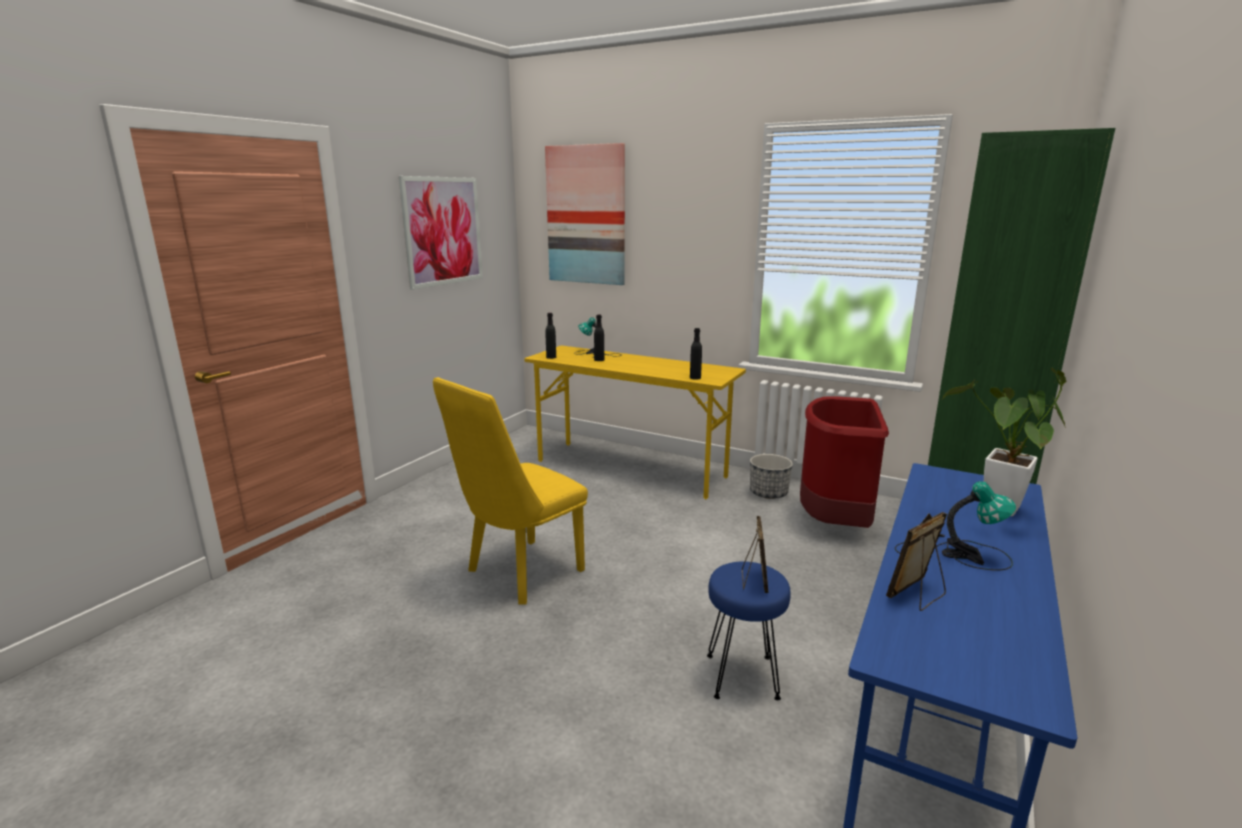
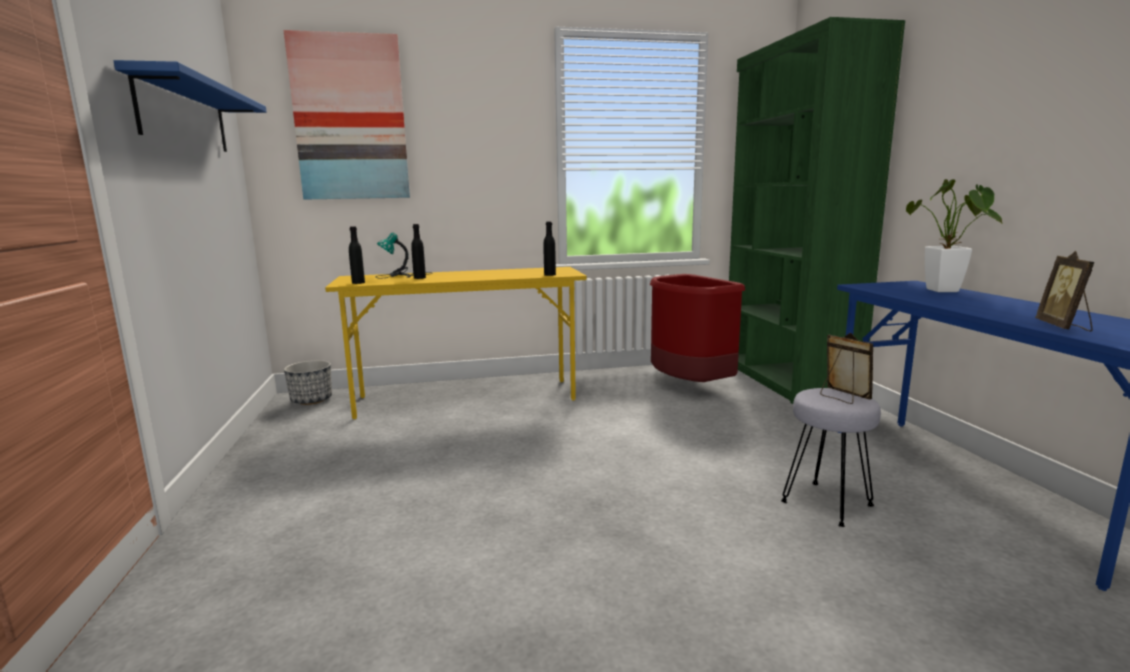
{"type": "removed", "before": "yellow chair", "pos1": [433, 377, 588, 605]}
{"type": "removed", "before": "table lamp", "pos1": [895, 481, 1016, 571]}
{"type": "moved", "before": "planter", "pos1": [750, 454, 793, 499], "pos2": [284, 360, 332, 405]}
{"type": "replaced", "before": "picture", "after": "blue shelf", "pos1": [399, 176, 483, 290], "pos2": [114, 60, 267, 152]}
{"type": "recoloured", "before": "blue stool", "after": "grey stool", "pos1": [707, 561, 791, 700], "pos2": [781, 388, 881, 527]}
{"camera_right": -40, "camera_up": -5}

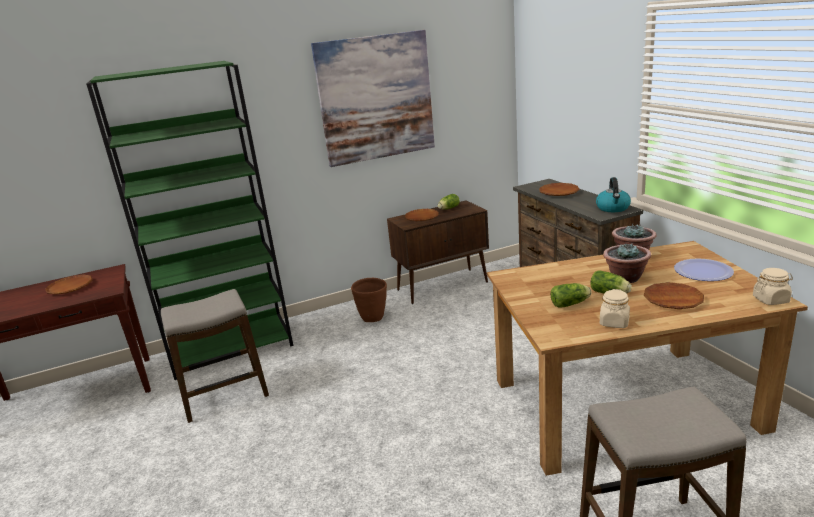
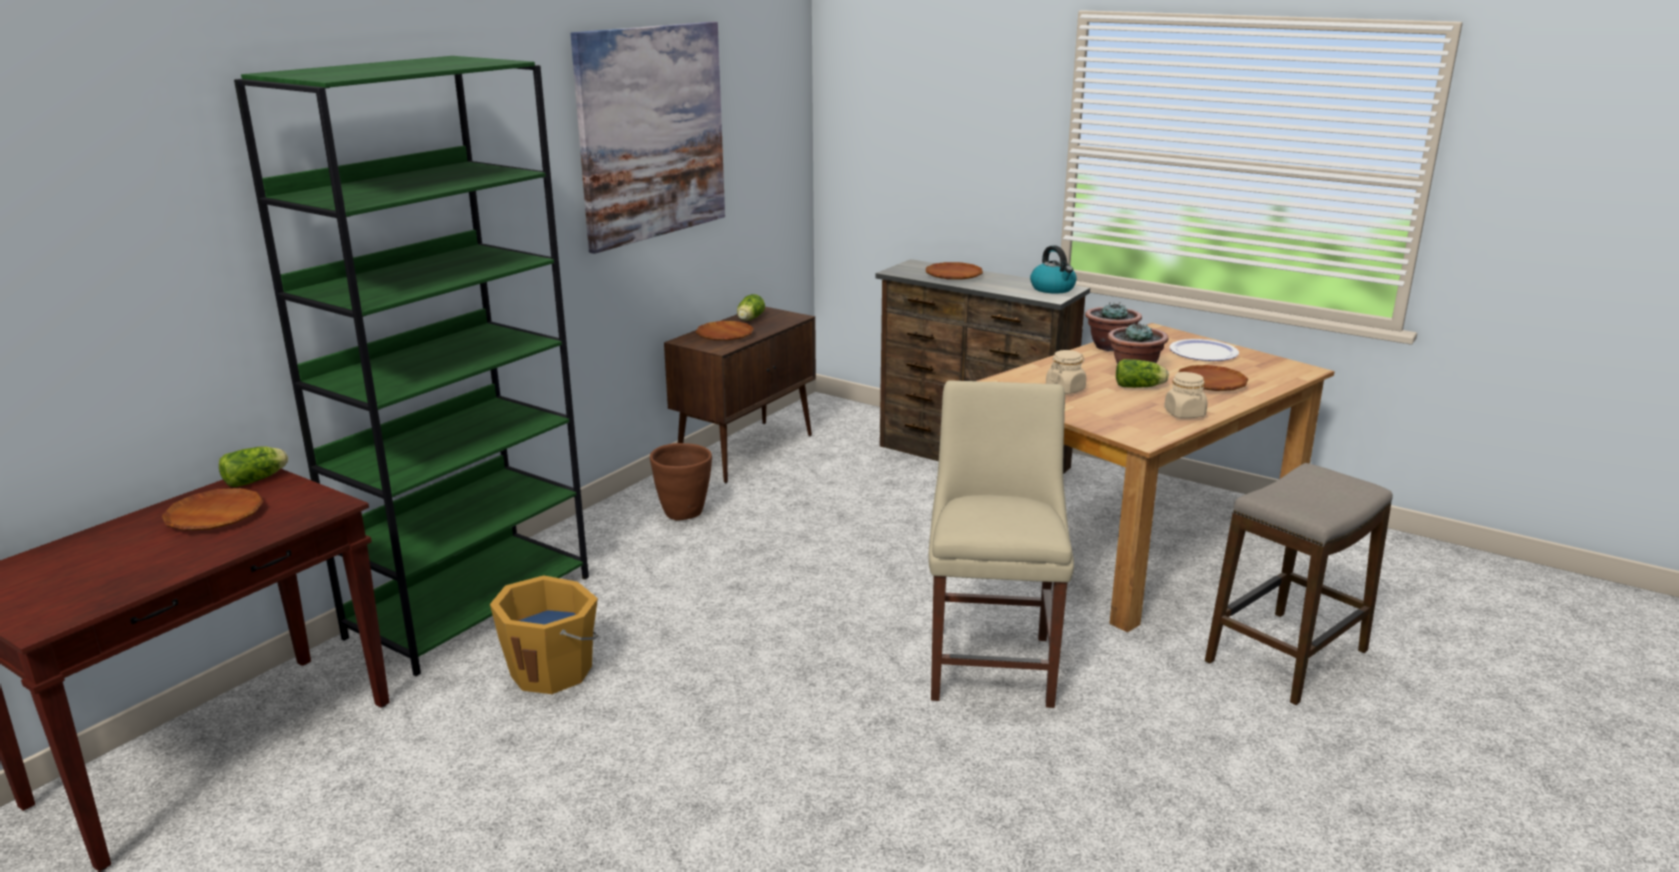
{"type": "added", "after": "beige chair", "pos2": [928, 380, 1074, 708]}
{"type": "moved", "before": "lettuce", "pos1": [551, 283, 592, 308], "pos2": [219, 446, 288, 487]}
{"type": "moved", "before": "beige jar", "pos1": [753, 268, 793, 305], "pos2": [1046, 350, 1086, 394]}
{"type": "replaced", "before": "stool", "after": "orange bucket", "pos1": [161, 289, 269, 423], "pos2": [490, 575, 599, 694]}
{"camera_right": -35, "camera_up": 0}

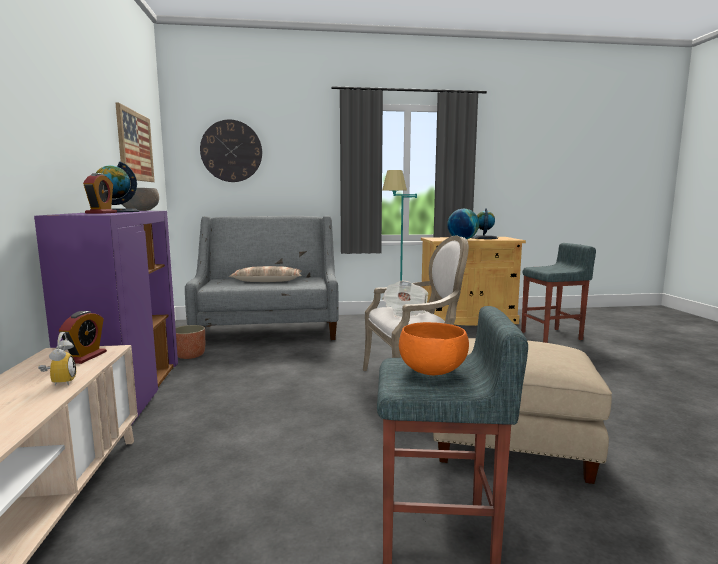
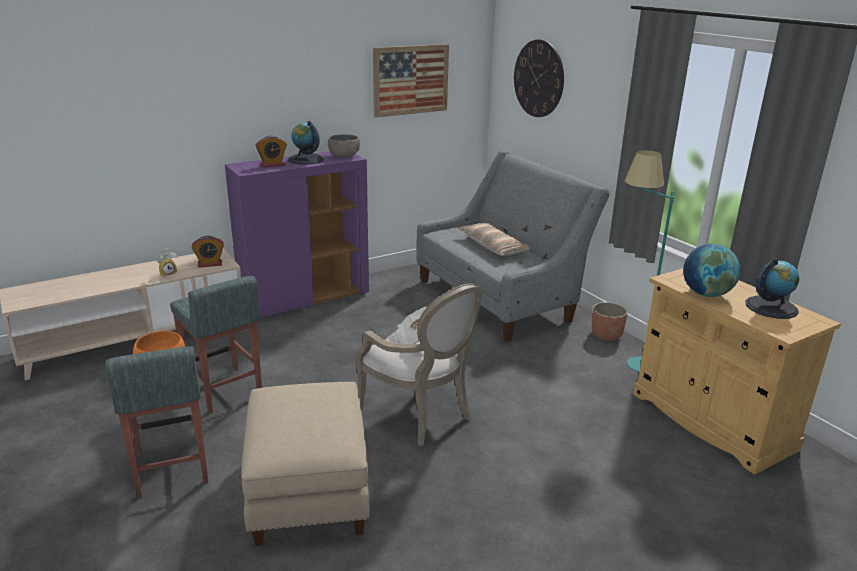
{"type": "moved", "before": "planter", "pos1": [176, 325, 205, 359], "pos2": [592, 302, 628, 341]}
{"type": "moved", "before": "grey stool", "pos1": [521, 243, 596, 343], "pos2": [170, 276, 262, 414]}
{"camera_right": 65, "camera_up": 15}

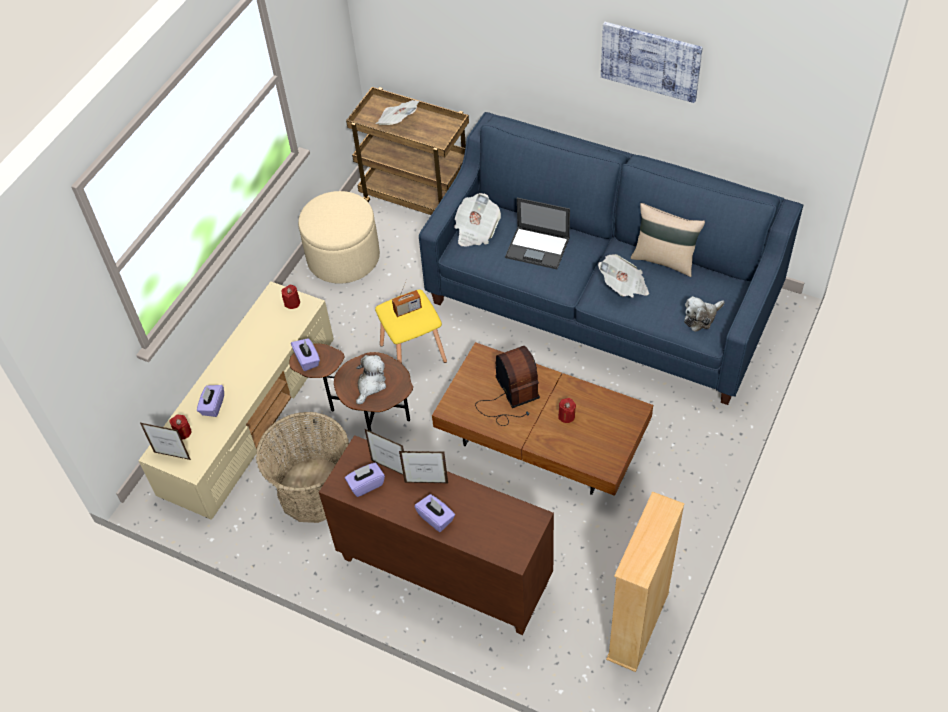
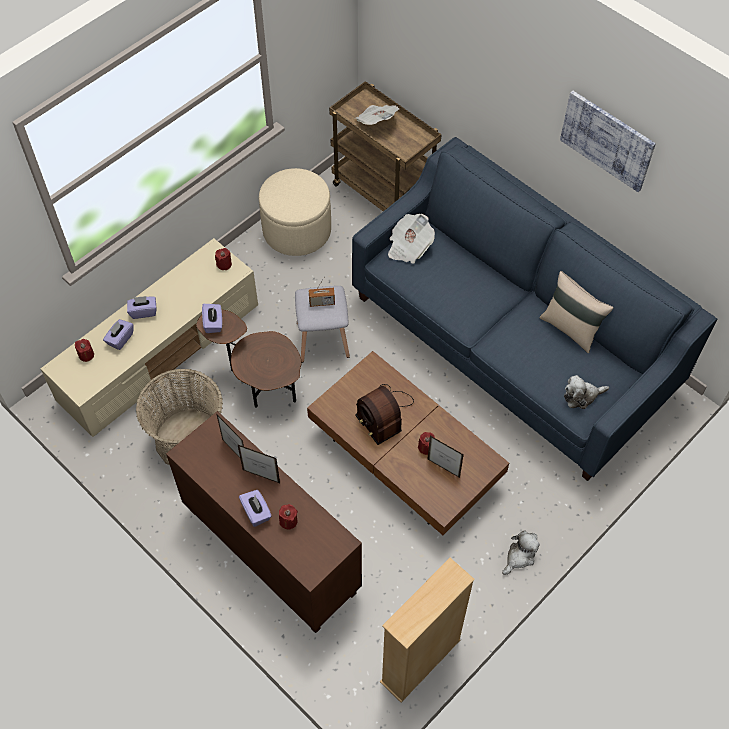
{"type": "removed", "before": "laptop", "pos1": [505, 198, 570, 269]}
{"type": "removed", "before": "newspaper", "pos1": [598, 254, 649, 298]}
{"type": "added", "after": "red candle", "pos2": [279, 504, 298, 529]}
{"type": "moved", "before": "picture frame", "pos1": [140, 423, 191, 460], "pos2": [428, 436, 464, 478]}
{"type": "moved", "before": "purple tissue box", "pos1": [345, 463, 385, 497], "pos2": [127, 296, 157, 319]}
{"type": "moved", "before": "plush toy", "pos1": [356, 355, 386, 405], "pos2": [502, 530, 540, 575]}
{"type": "recoloured", "before": "yellow stool", "after": "grey stool", "pos1": [375, 290, 447, 364], "pos2": [295, 286, 350, 363]}
{"type": "turned", "before": "radio", "pos1": [475, 346, 540, 426], "pos2": [355, 384, 414, 445], "turn": 150}
{"camera_right": 15, "camera_up": 5}

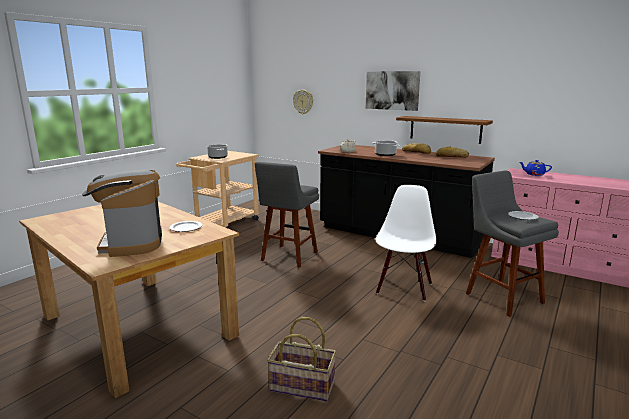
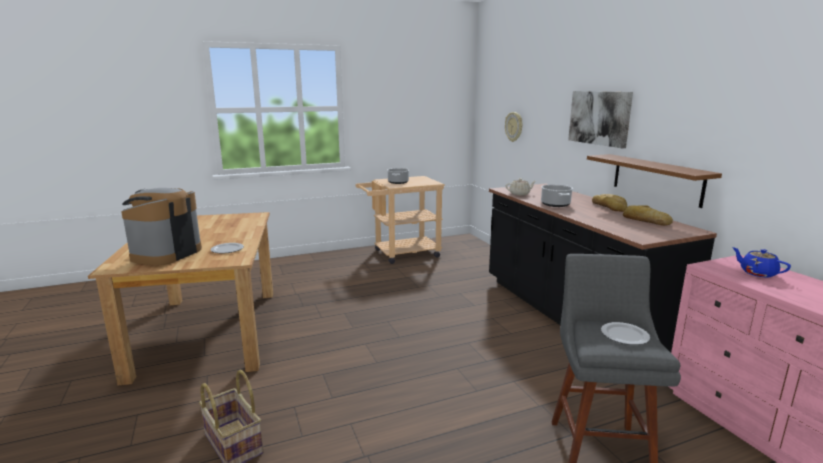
{"type": "removed", "before": "grey stool", "pos1": [255, 162, 319, 268]}
{"type": "removed", "before": "white chair", "pos1": [375, 185, 436, 301]}
{"camera_right": 35, "camera_up": 0}

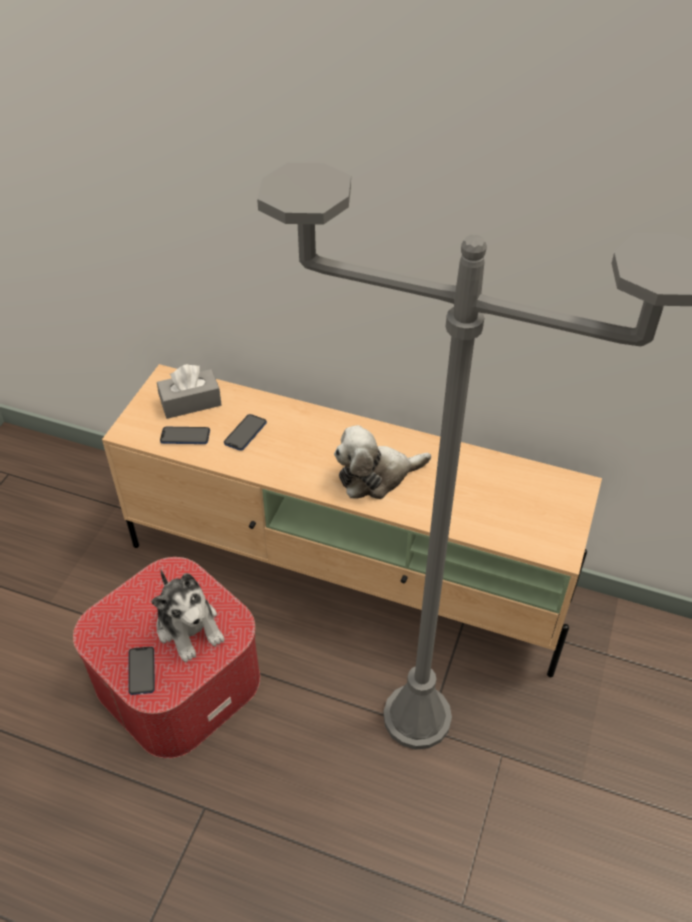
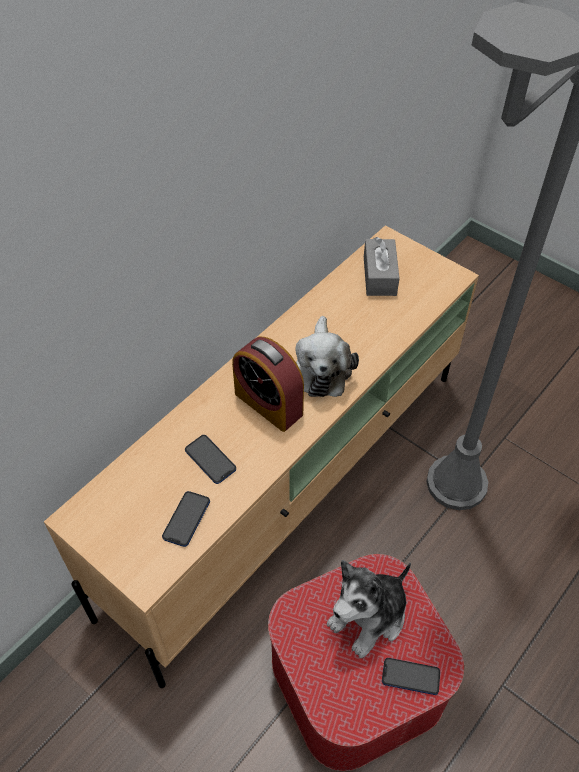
{"type": "added", "after": "alarm clock", "pos2": [232, 337, 304, 432]}
{"type": "moved", "before": "grey tissue box", "pos1": [157, 364, 222, 419], "pos2": [364, 237, 400, 296]}
{"type": "turned", "before": "plush toy", "pos1": [151, 570, 225, 662], "pos2": [327, 560, 411, 658], "turn": 150}
{"camera_right": -70, "camera_up": 5}

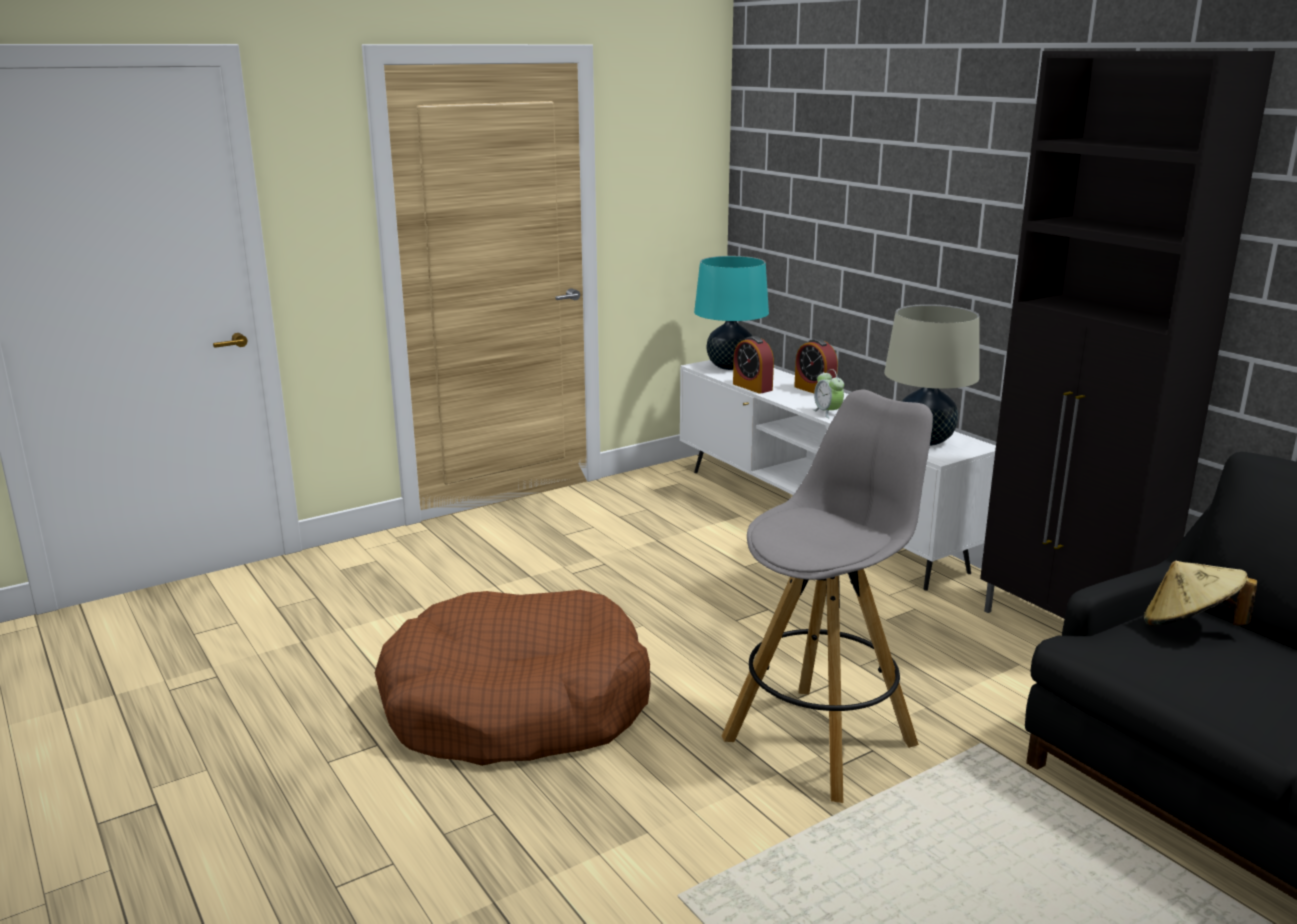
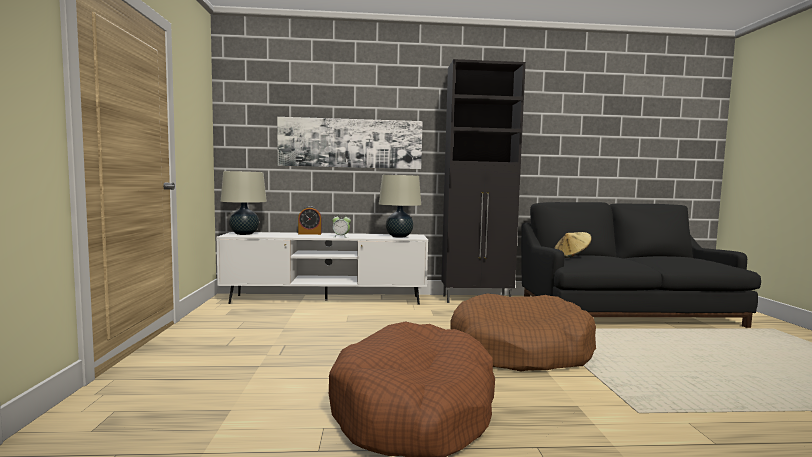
{"type": "removed", "before": "alarm clock", "pos1": [733, 336, 774, 394]}
{"type": "added", "after": "picture", "pos2": [277, 117, 423, 169]}
{"type": "replaced", "before": "grey stool", "after": "brown dog bed", "pos1": [721, 390, 933, 803], "pos2": [450, 294, 596, 371]}
{"type": "recoloured", "before": "turquoise table lamp", "after": "beige table lamp", "pos1": [694, 256, 769, 370], "pos2": [221, 171, 267, 235]}
{"camera_right": -60, "camera_up": -15}

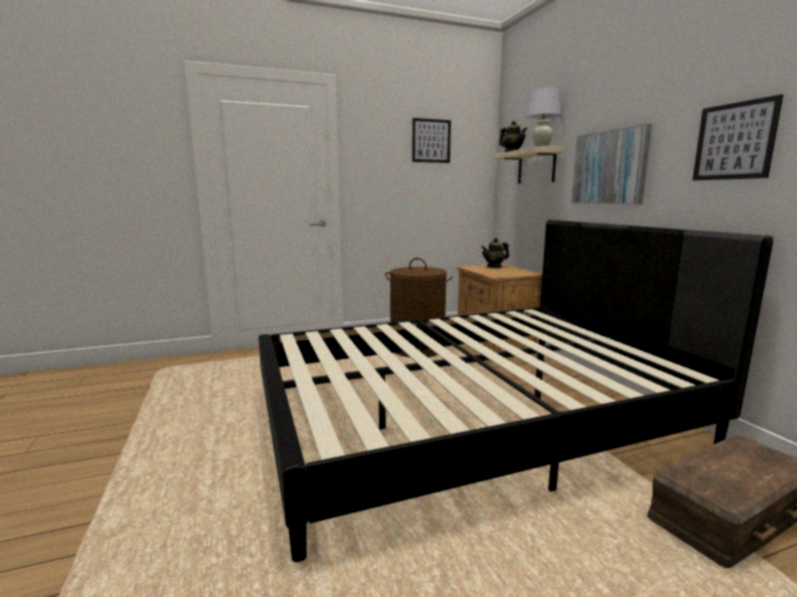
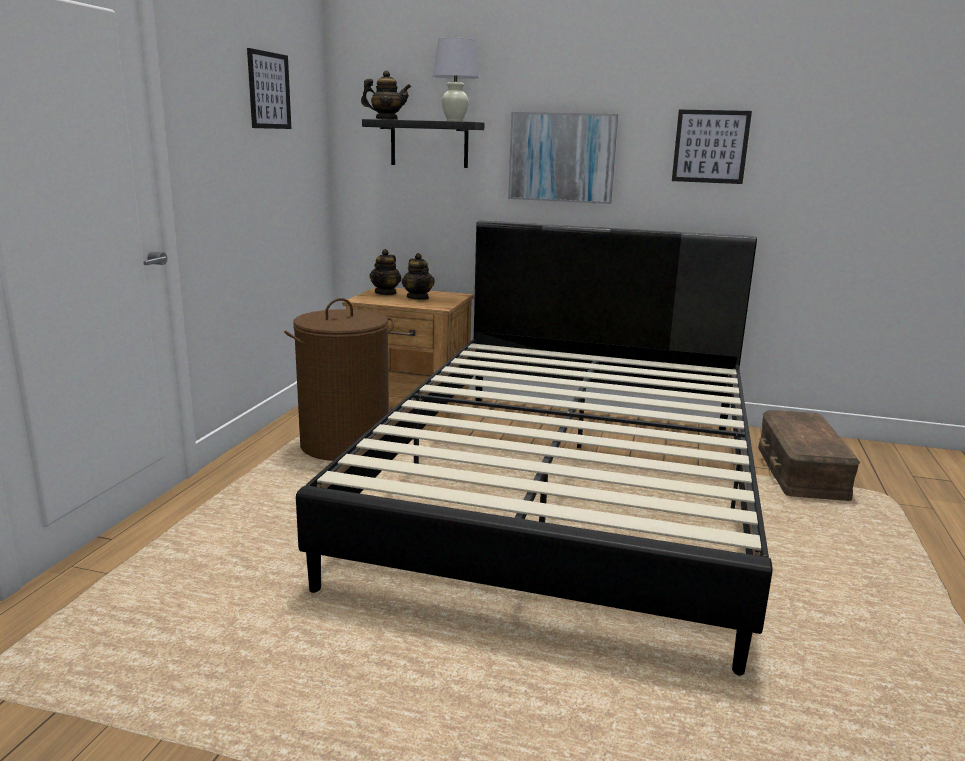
{"type": "added", "after": "teapot", "pos2": [402, 253, 435, 300]}
{"type": "recoloured", "before": "beige shelf", "after": "black shelf", "pos1": [494, 146, 565, 183], "pos2": [362, 119, 484, 168]}
{"camera_right": -55, "camera_up": 5}

